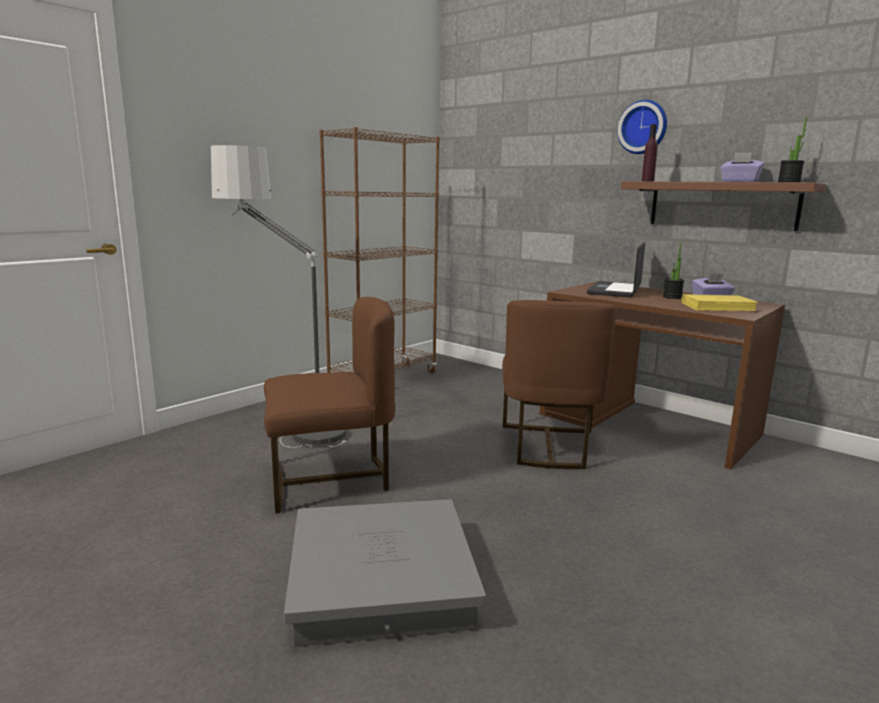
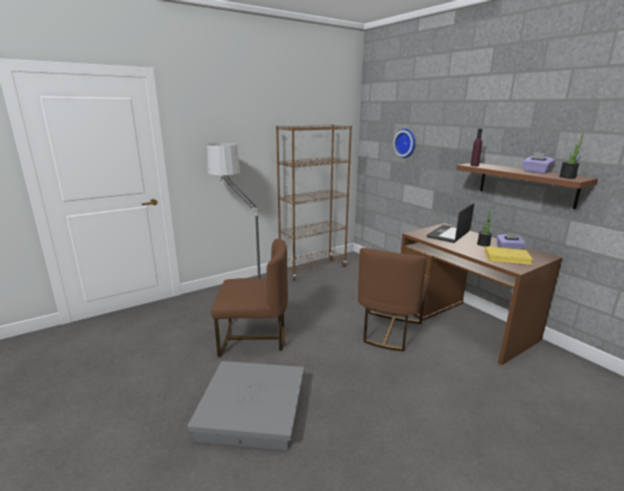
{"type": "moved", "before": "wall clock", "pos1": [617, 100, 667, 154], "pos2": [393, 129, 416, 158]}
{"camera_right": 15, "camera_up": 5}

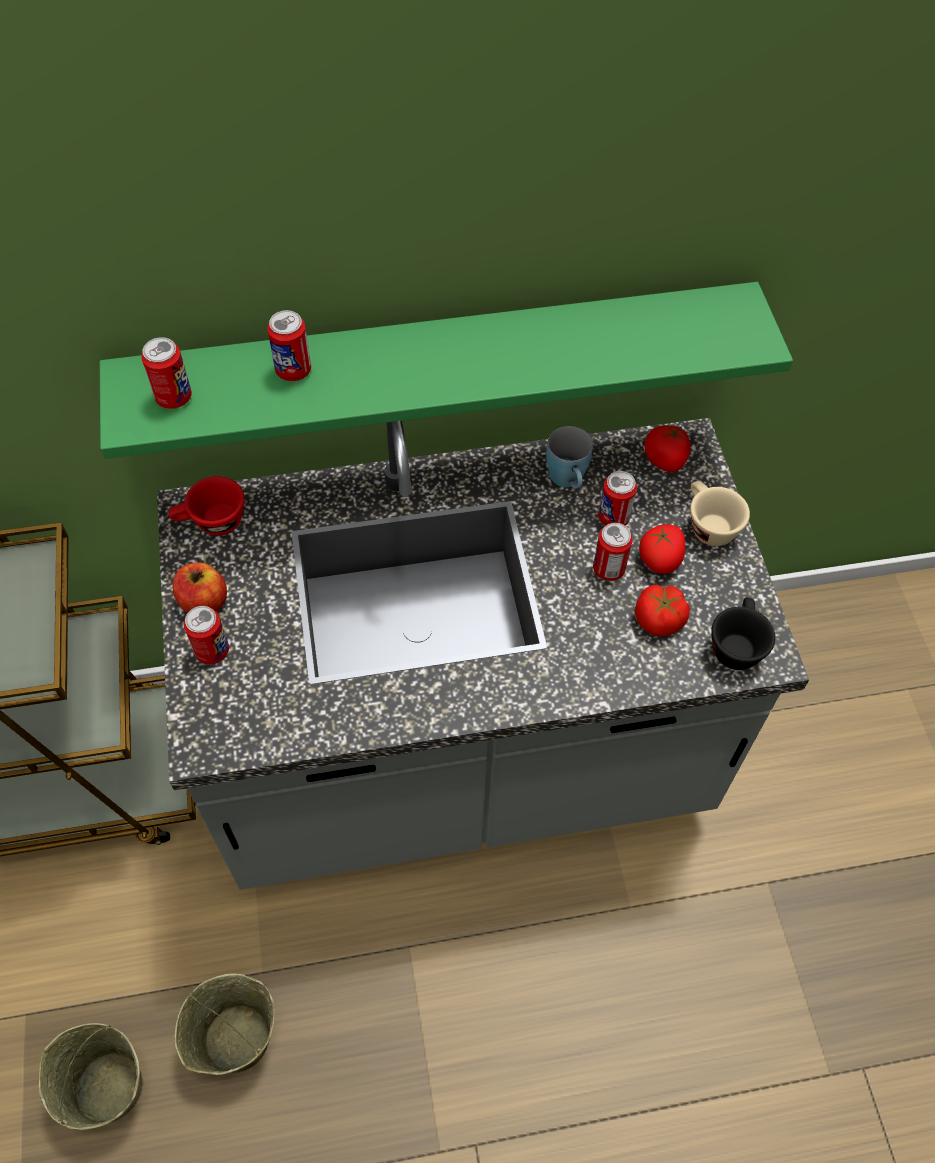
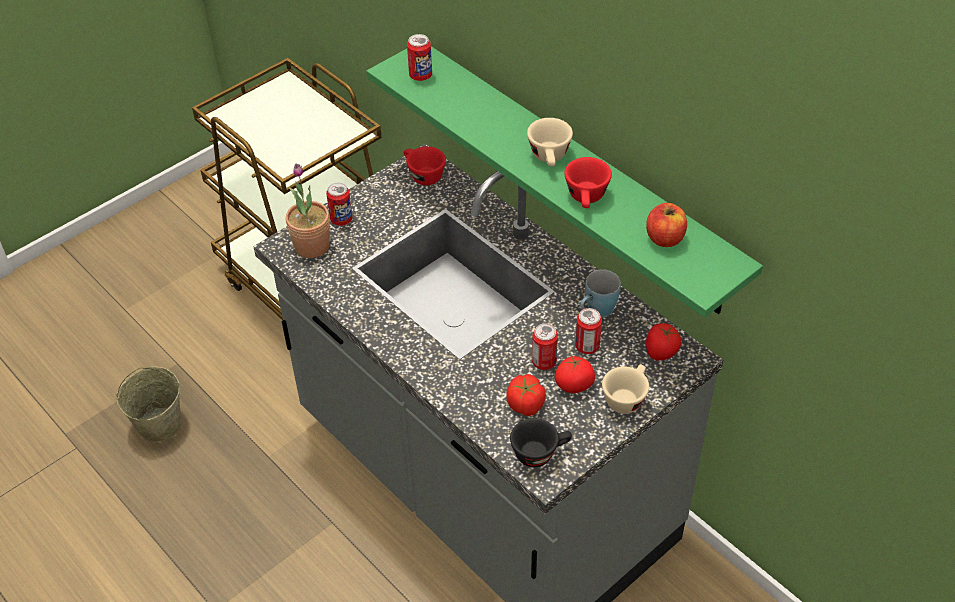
{"type": "removed", "before": "beige bucket", "pos1": [174, 973, 275, 1075]}
{"type": "removed", "before": "can", "pos1": [267, 310, 311, 381]}
{"type": "added", "after": "potted plant", "pos2": [286, 163, 330, 258]}
{"type": "added", "after": "beige cup", "pos2": [527, 118, 573, 166]}
{"type": "added", "after": "red cup", "pos2": [565, 157, 612, 208]}
{"type": "moved", "before": "apple", "pos1": [173, 562, 227, 613], "pos2": [646, 203, 687, 247]}
{"camera_right": 60, "camera_up": -10}

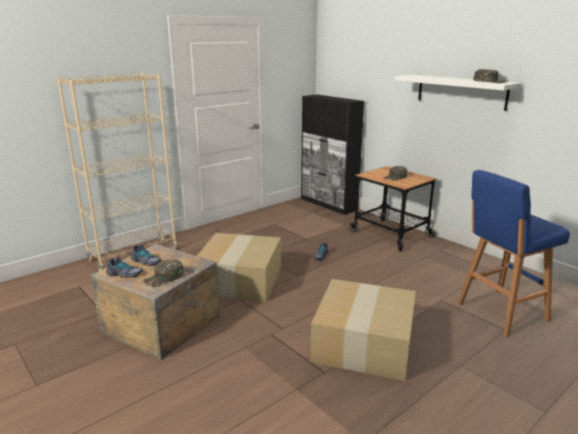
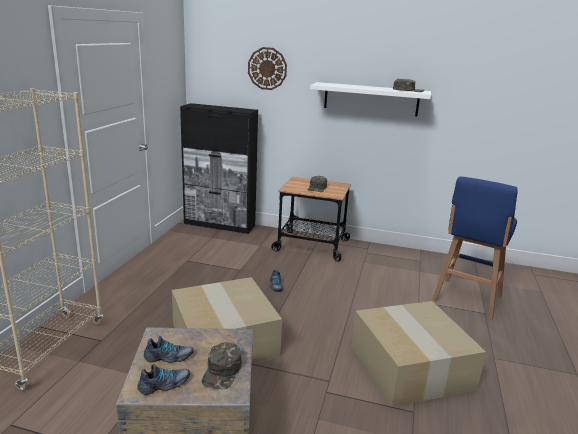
{"type": "added", "after": "wall clock", "pos2": [248, 47, 287, 90]}
{"camera_right": -35, "camera_up": 0}

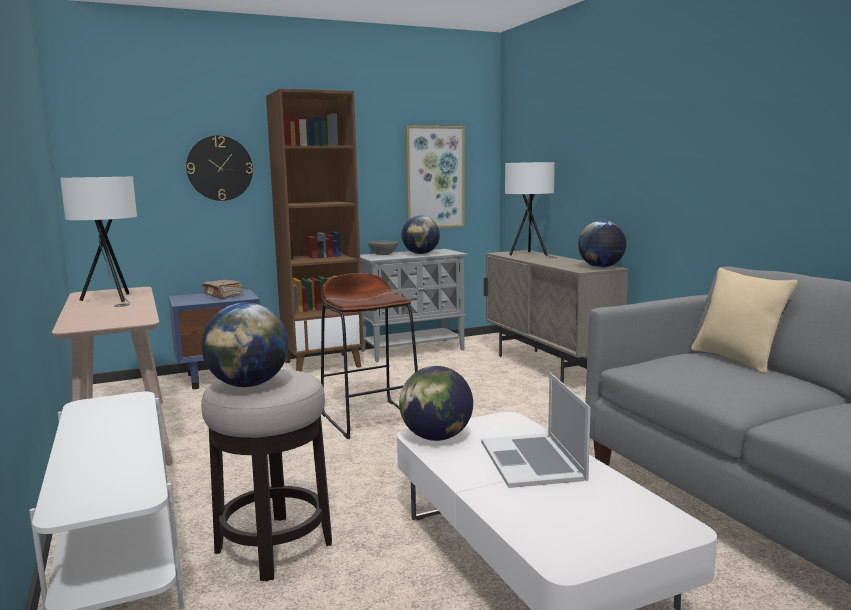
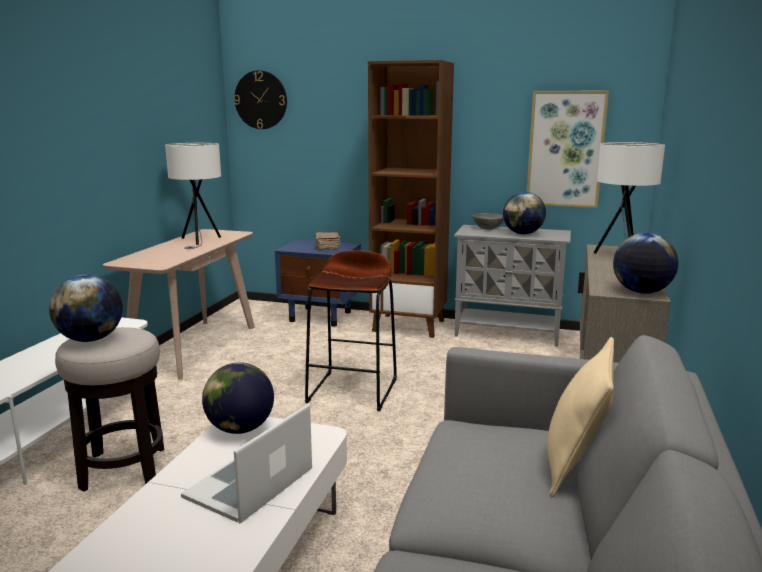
{"type": "moved", "before": "wall clock", "pos1": [186, 135, 253, 201], "pos2": [234, 70, 287, 129]}
{"camera_right": 40, "camera_up": 5}

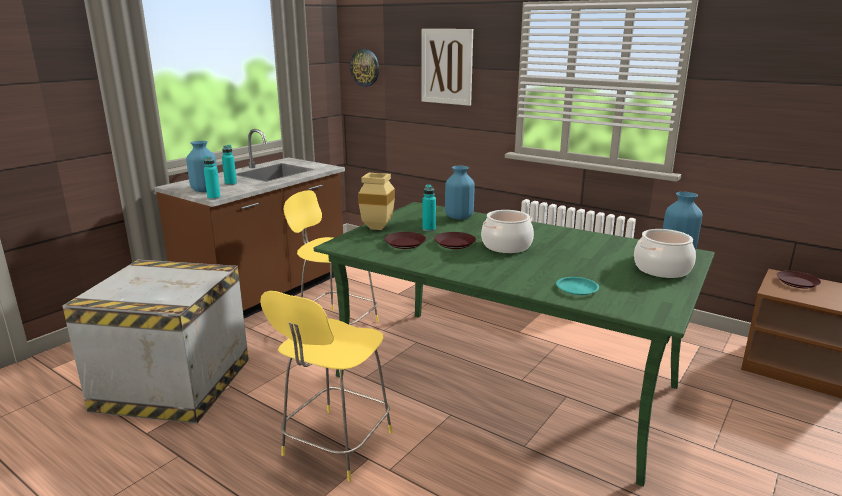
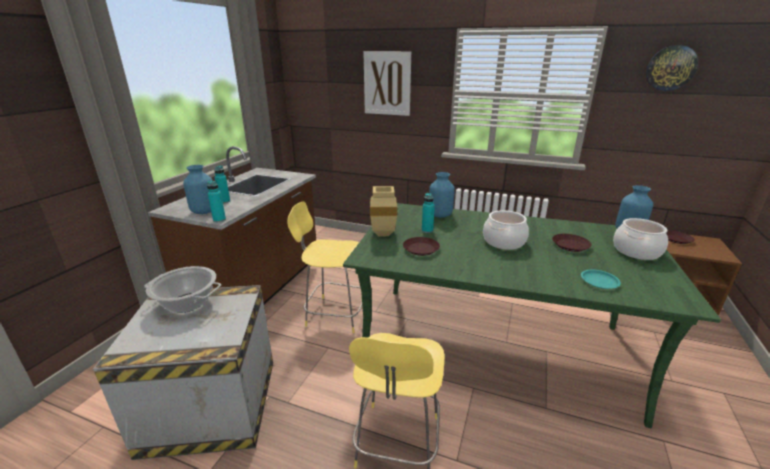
{"type": "added", "after": "cooking pot", "pos2": [144, 266, 221, 313]}
{"type": "moved", "before": "wall clock", "pos1": [350, 49, 379, 87], "pos2": [646, 45, 698, 91]}
{"type": "moved", "before": "brown plate", "pos1": [434, 232, 476, 249], "pos2": [552, 234, 592, 252]}
{"camera_right": -15, "camera_up": 5}

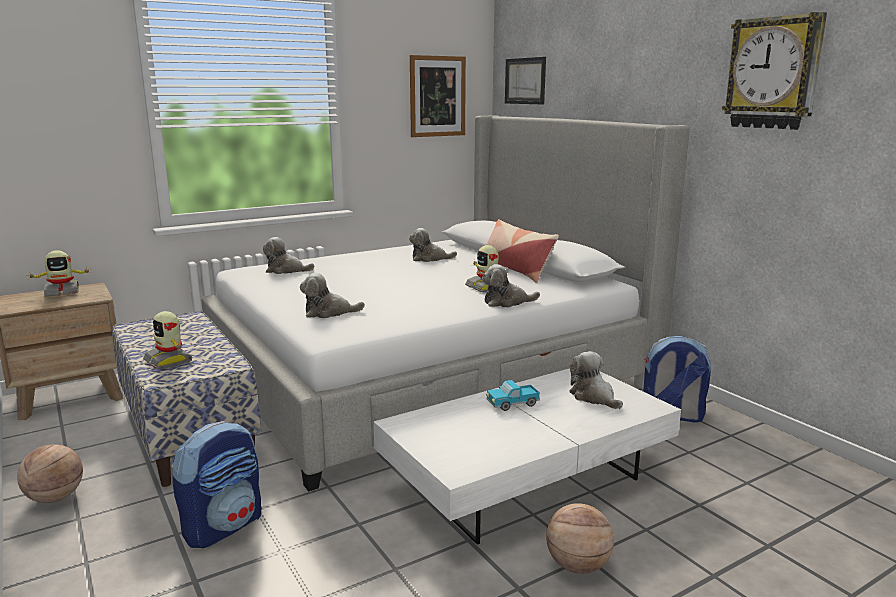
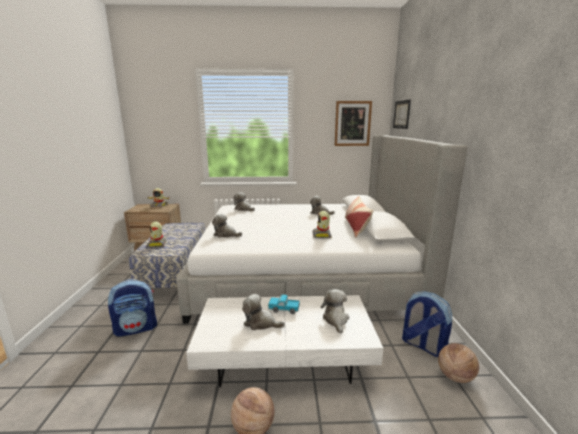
{"type": "removed", "before": "wall clock", "pos1": [722, 12, 827, 130]}
{"type": "moved", "before": "basketball", "pos1": [17, 444, 83, 503], "pos2": [438, 343, 479, 383]}
{"type": "moved", "before": "plush toy", "pos1": [482, 264, 540, 307], "pos2": [242, 294, 285, 330]}
{"camera_right": 30, "camera_up": 0}

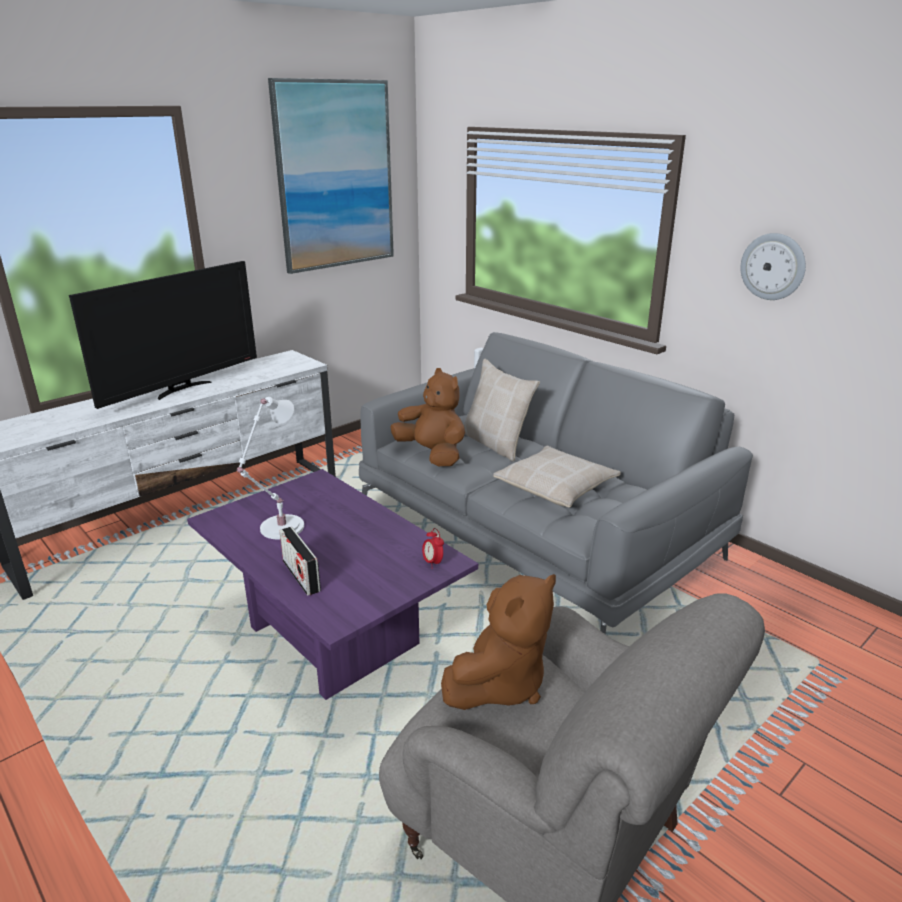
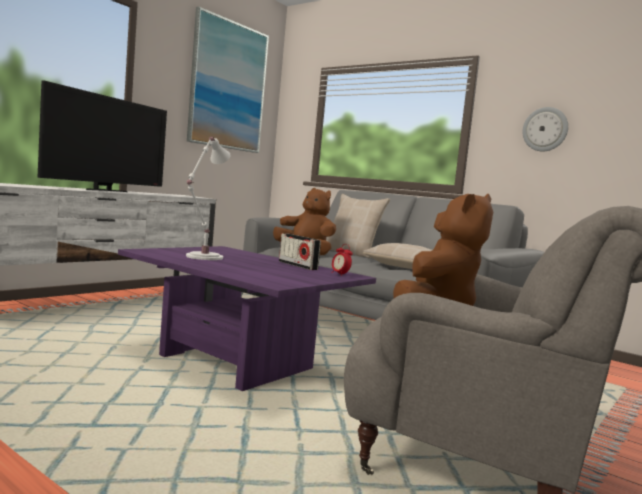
{"type": "moved", "before": "radio", "pos1": [279, 527, 321, 596], "pos2": [279, 233, 321, 270]}
{"camera_right": -10, "camera_up": -20}

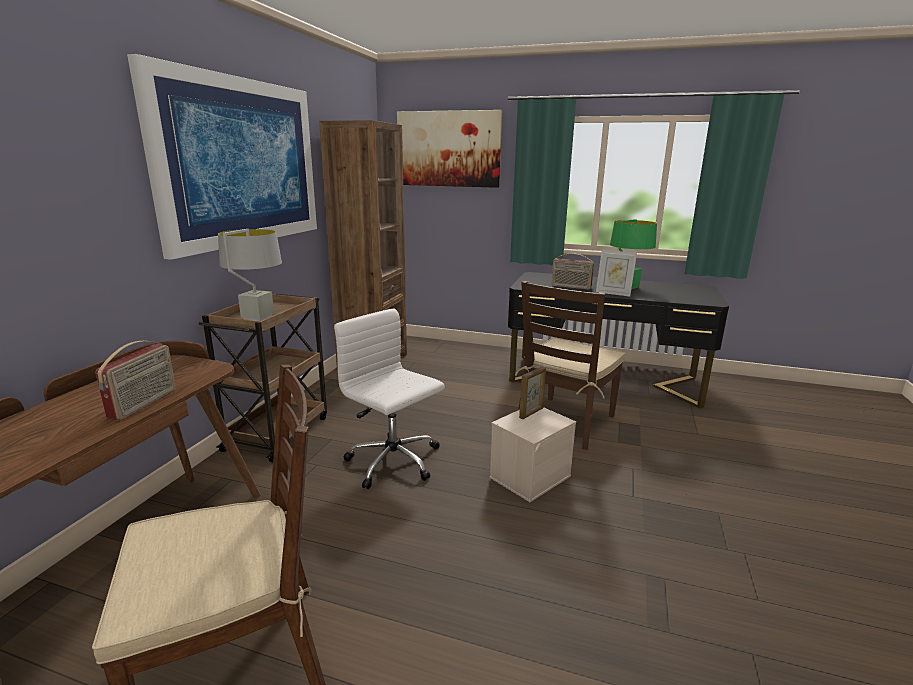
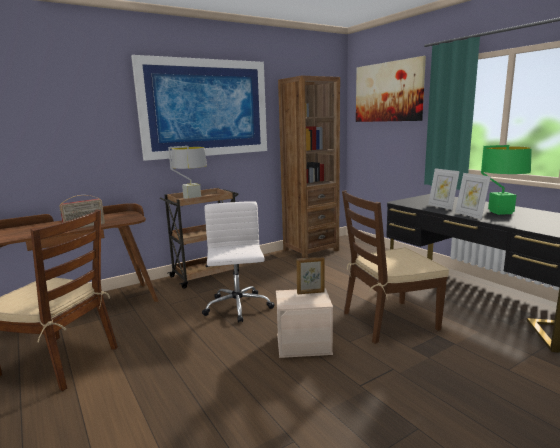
{"type": "replaced", "before": "radio", "after": "picture frame", "pos1": [552, 253, 594, 290], "pos2": [428, 168, 460, 210]}
{"camera_right": 40, "camera_up": -5}

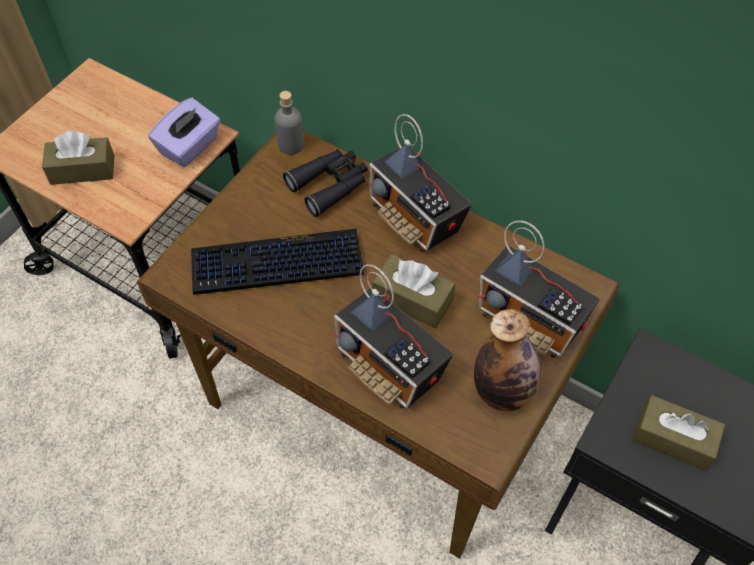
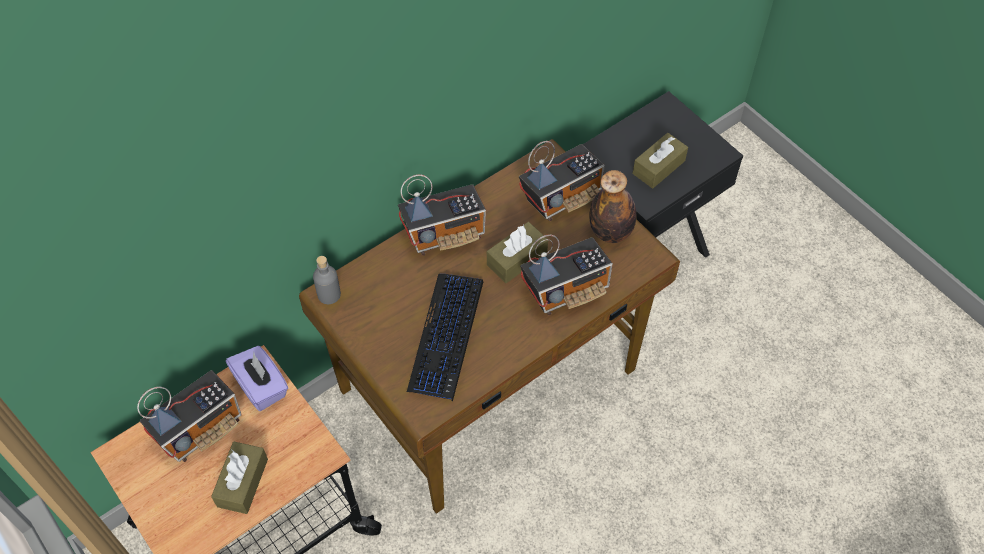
{"type": "removed", "before": "black binoculars", "pos1": [283, 149, 368, 217]}
{"type": "added", "after": "radio", "pos2": [137, 370, 242, 462]}
{"camera_right": -70, "camera_up": 0}

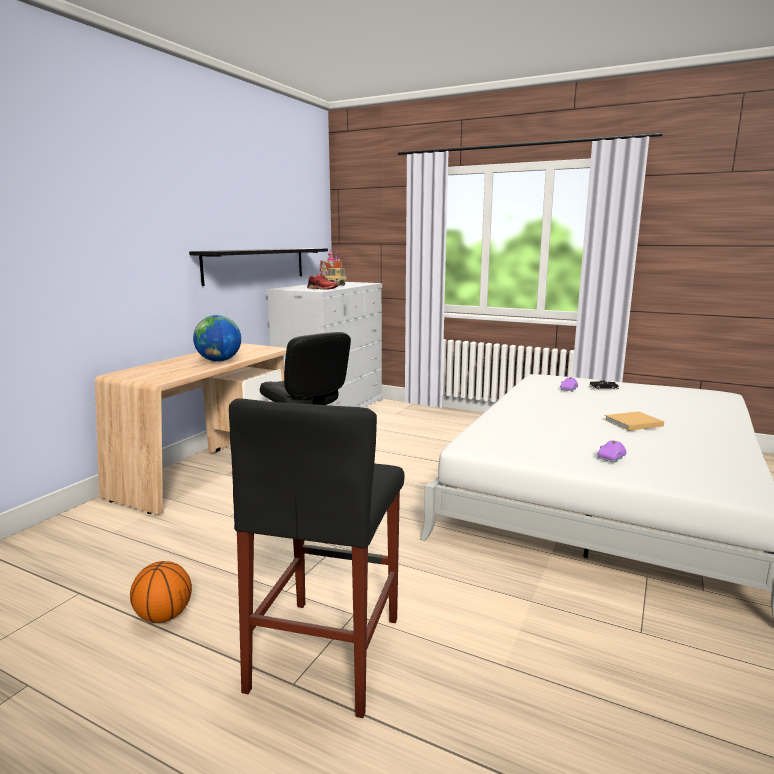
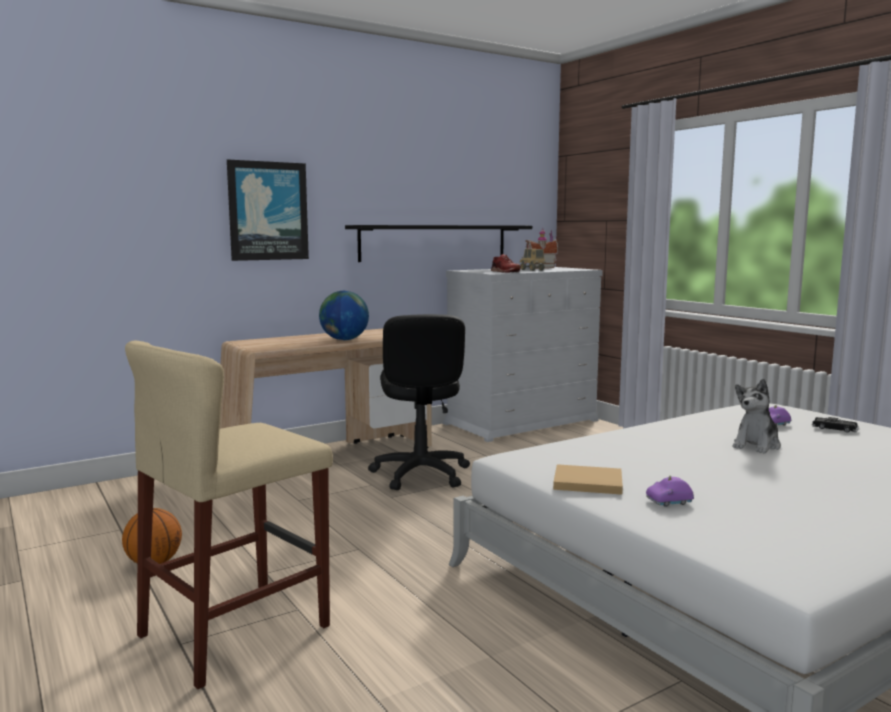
{"type": "added", "after": "picture", "pos2": [227, 159, 309, 261]}
{"type": "added", "after": "plush toy", "pos2": [733, 379, 781, 453]}
{"type": "moved", "before": "beige book", "pos1": [604, 411, 664, 431], "pos2": [553, 464, 623, 495]}
{"type": "recoloured", "before": "black stool", "after": "beige stool", "pos1": [229, 398, 404, 718], "pos2": [125, 341, 333, 689]}
{"camera_right": 30, "camera_up": -5}

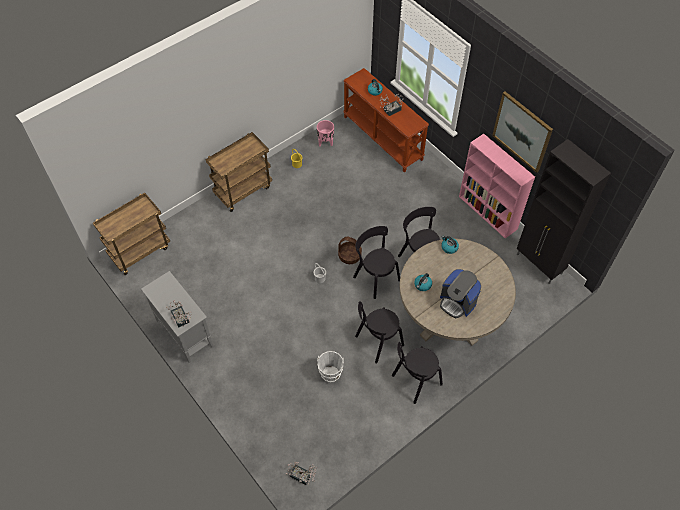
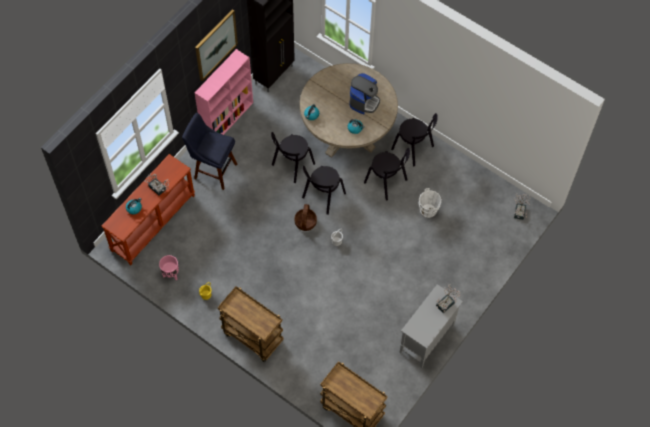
{"type": "added", "after": "blue stool", "pos2": [182, 113, 237, 190]}
{"camera_right": -105, "camera_up": 5}

